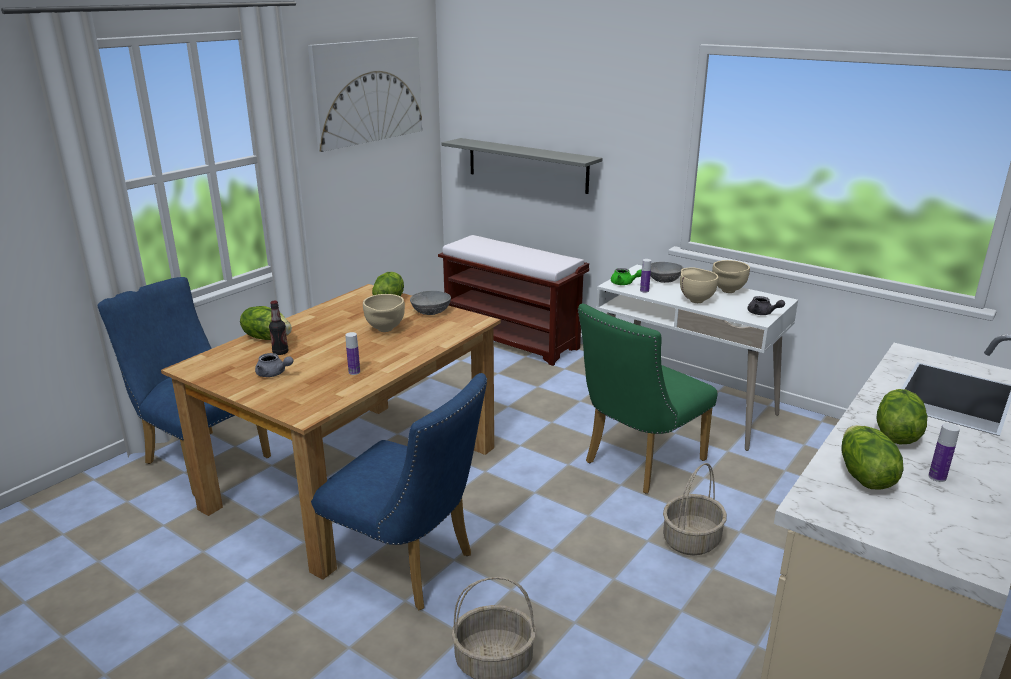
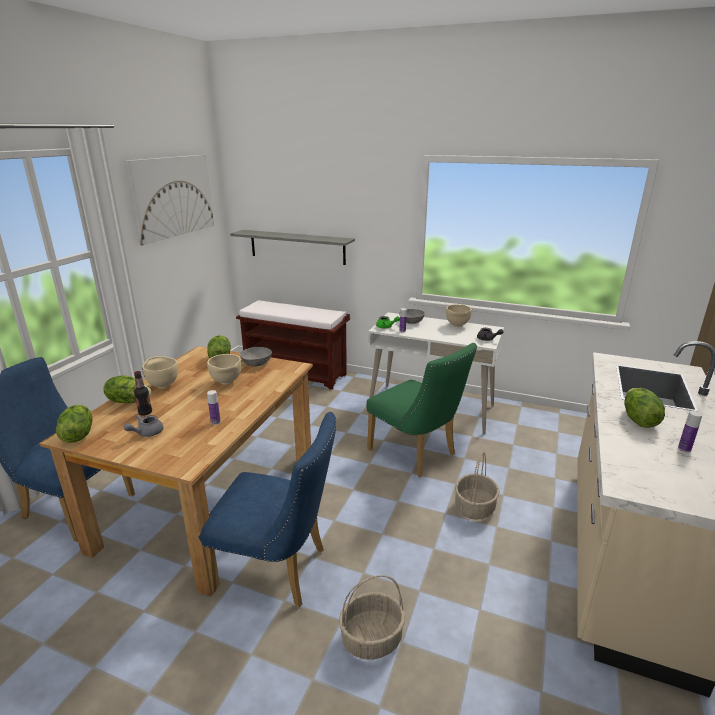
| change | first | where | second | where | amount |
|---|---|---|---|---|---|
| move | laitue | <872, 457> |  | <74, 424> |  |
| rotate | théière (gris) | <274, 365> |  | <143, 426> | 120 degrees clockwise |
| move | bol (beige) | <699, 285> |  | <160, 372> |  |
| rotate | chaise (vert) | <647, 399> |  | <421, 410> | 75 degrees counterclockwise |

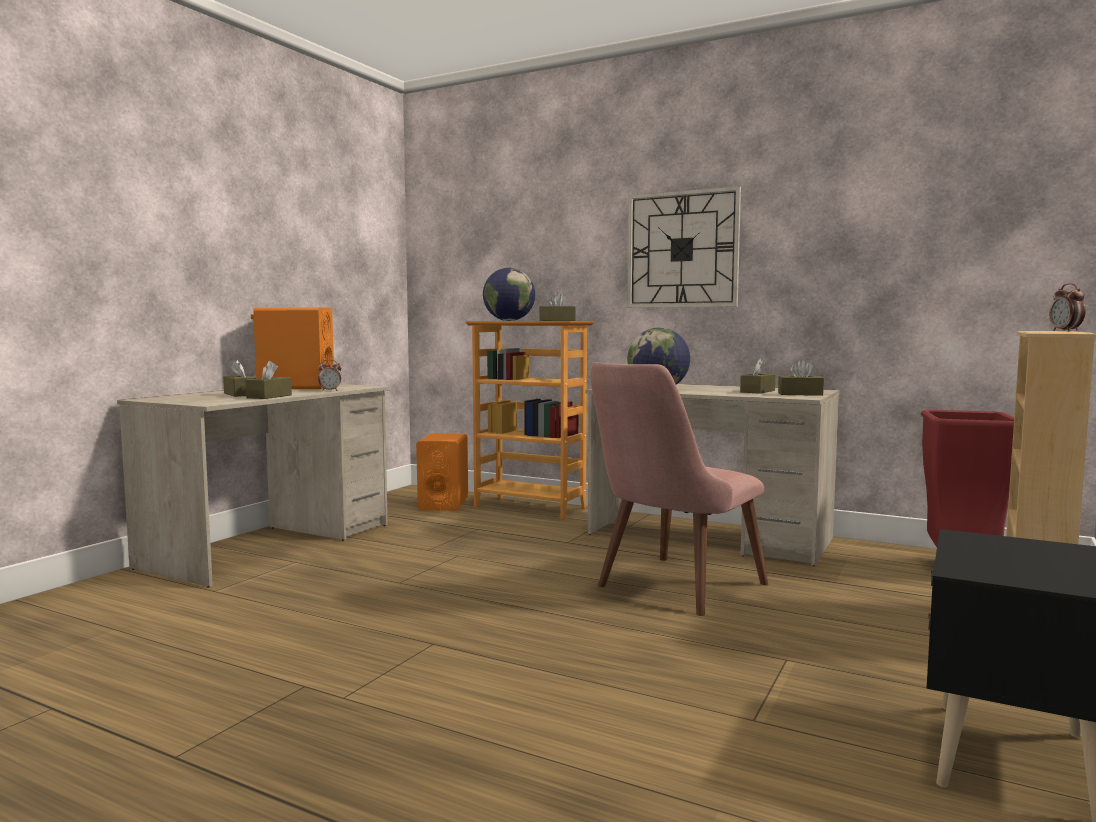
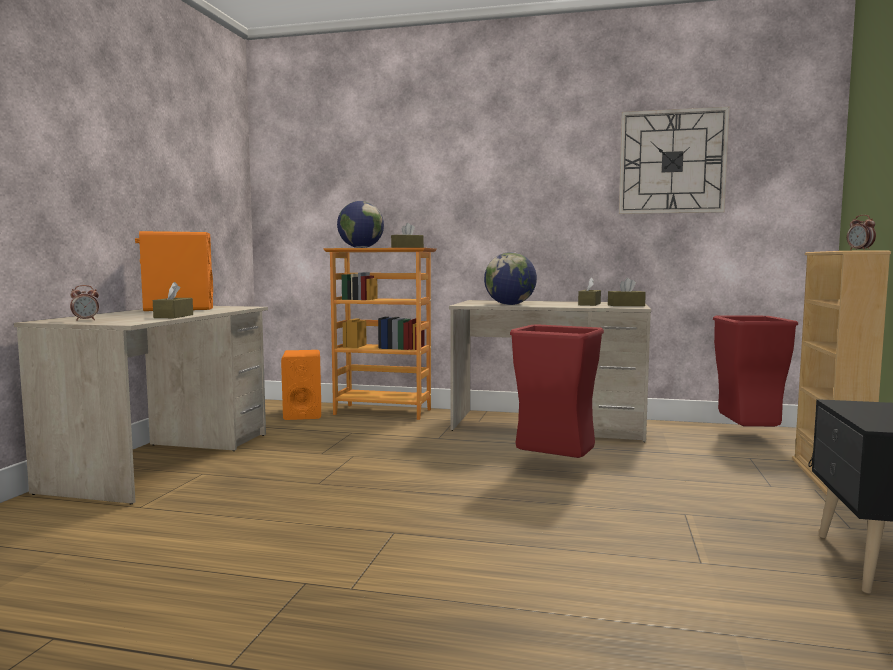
| change | first | where | second | where | amount |
|---|---|---|---|---|---|
| move | réveil | <329, 375> |  | <84, 303> |  |
| replace | chaise (rose) | <679, 489> | poubelle (rouge) | <557, 391> |  |
| move | horloge murale | <684, 247> |  | <674, 160> |  |
| delete | boîte à mouchoirs (marron) | <239, 378> |  |  |  |

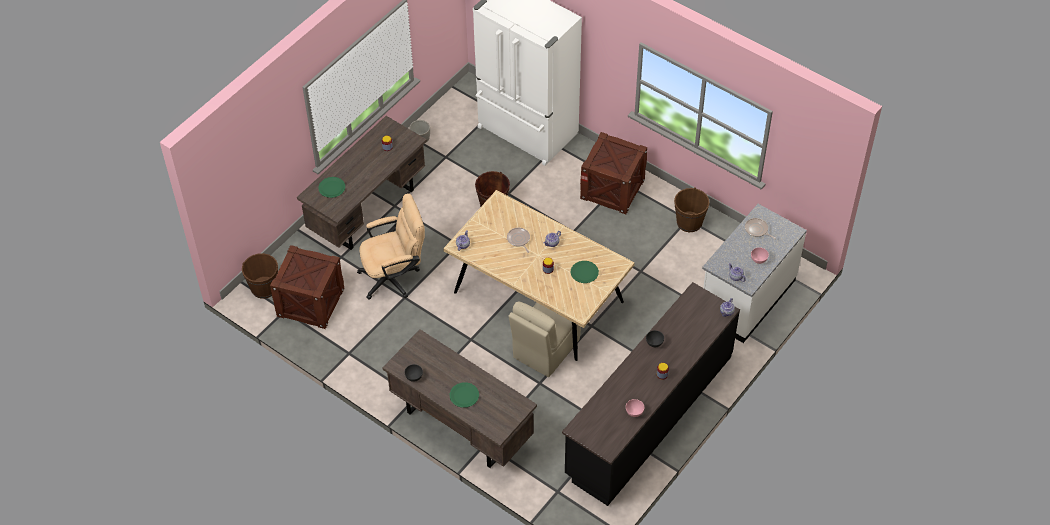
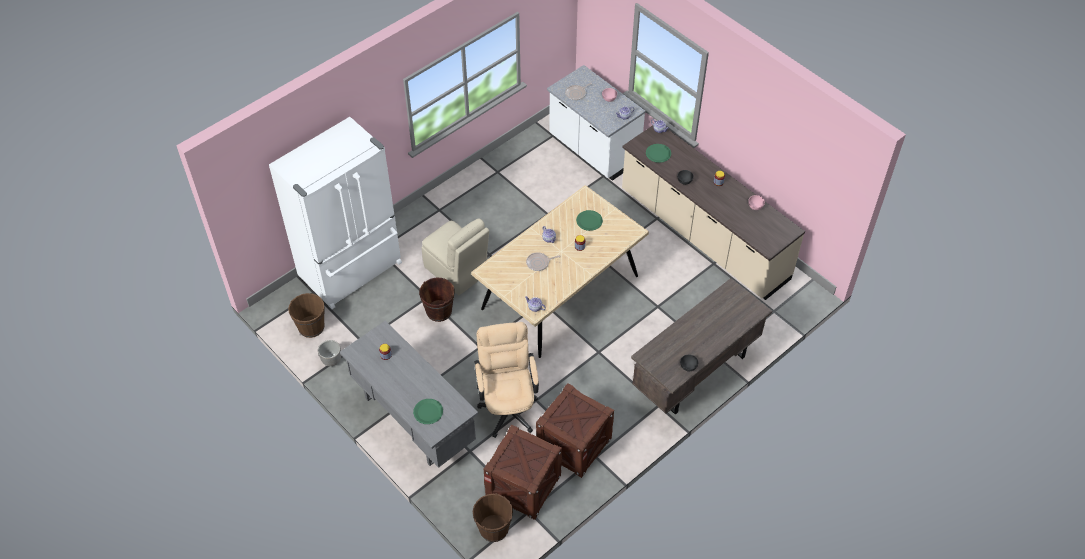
| change | first | where | second | where | amount |
|---|---|---|---|---|---|
| move | seau (marron) | <692, 209> |  | <306, 315> |  |
| recolor | bureau (marron) | <362, 183> | bureau (gris) | <409, 394> |  |
| move | chaise (beige) | <544, 339> |  | <455, 257> |  |
| move | caisse | <613, 173> |  | <575, 430> |  |
| recolor | comptoir de cuisine (noir) | <651, 394> | comptoir de cuisine (beige) | <713, 212> |  |
| move | assiette (vert) | <464, 395> |  | <658, 153> |  |

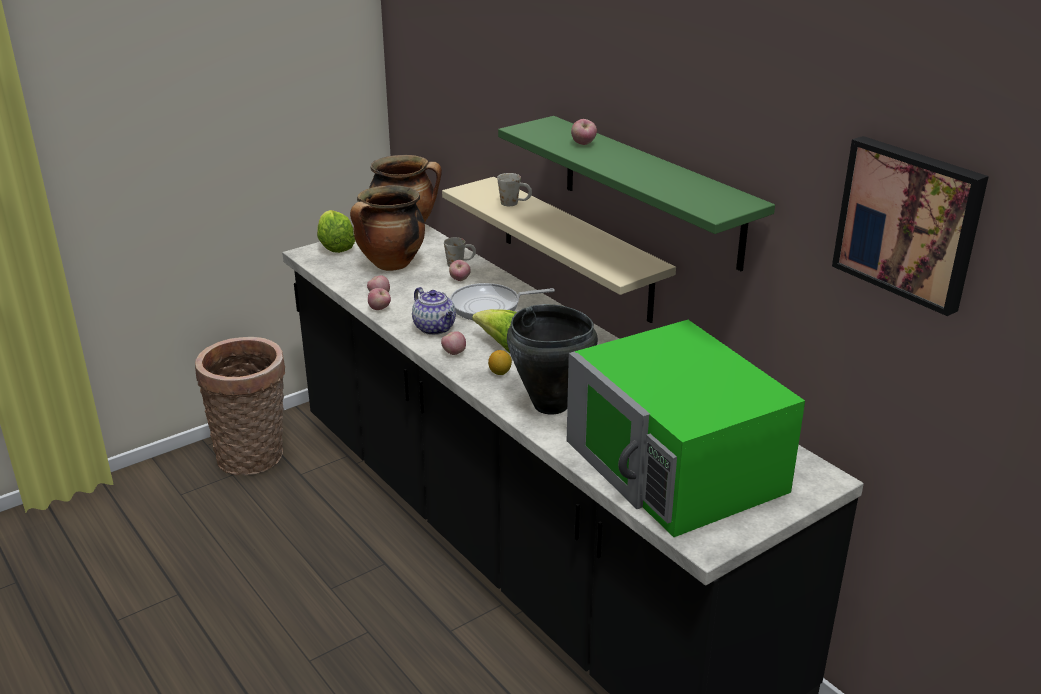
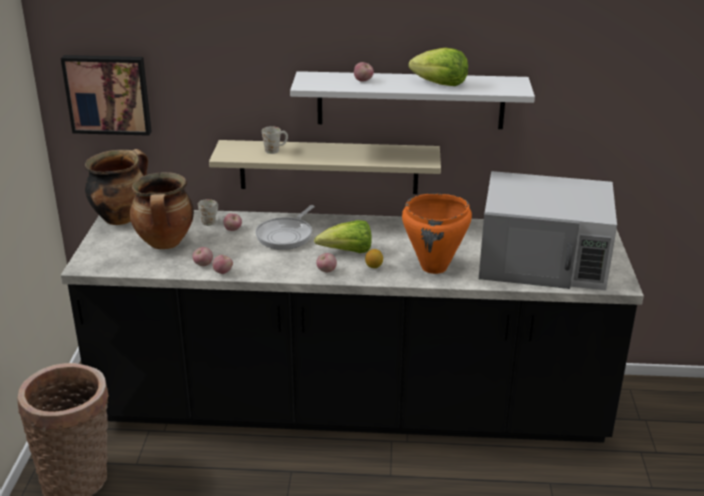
| change | first | where | second | where | amount |
|---|---|---|---|---|---|
| move | tableau | <910, 226> |  | <106, 95> |  |
| recolor | étagère (vert) | <636, 193> | étagère (blanc) | <412, 100> |  |
| recolor | marmite (noir) | <552, 359> | marmite (orange) | <437, 234> |  |
| move | laitue | <336, 231> |  | <438, 67> |  |
| recolor | micro-ondes (vert) | <686, 428> | micro-ondes (blanc) | <548, 230> |  |
| delete | théière | <434, 311> |  |  |  |

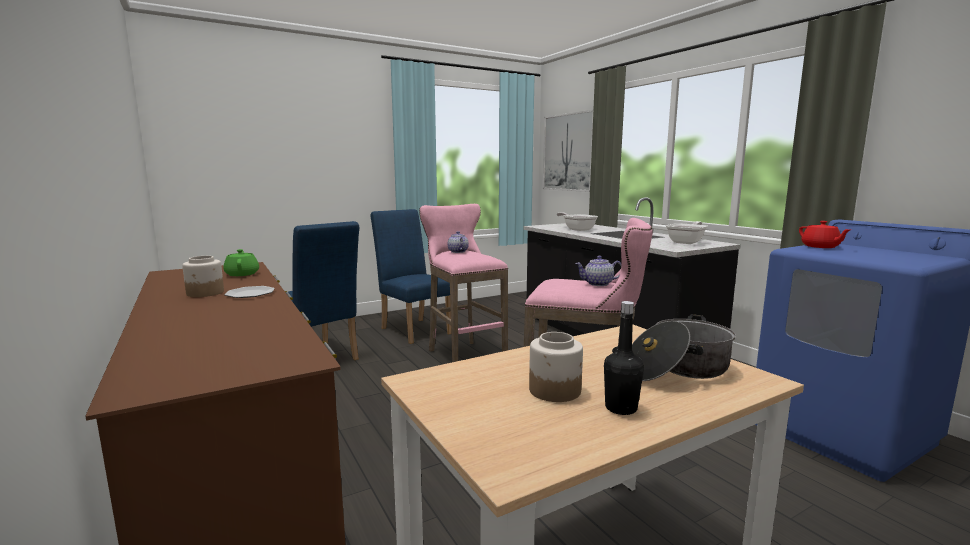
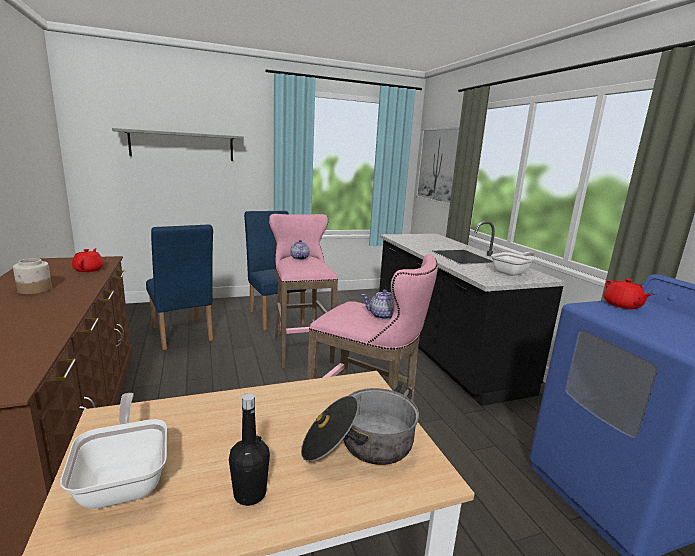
| change | first | where | second | where | amount |
|---|---|---|---|---|---|
| move | poêle | <577, 221> |  | <113, 451> |  |
| recolor | théière (vert) | <241, 262> | théière (rouge) | <88, 260> |  |
| insert |  |  | étagère (gris) | <178, 144> |  |
| delete | assiette | <250, 292> |  |  |  |
| delete | bocal | <556, 367> |  |  |  |

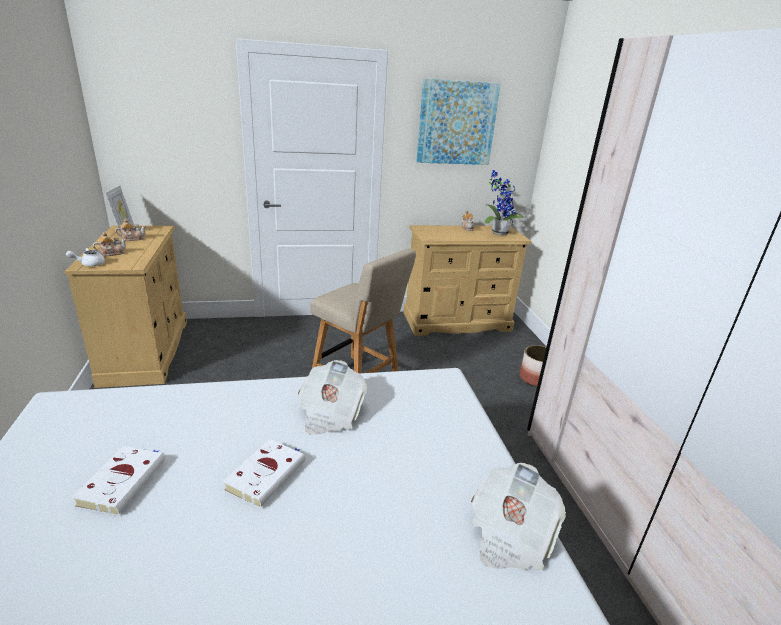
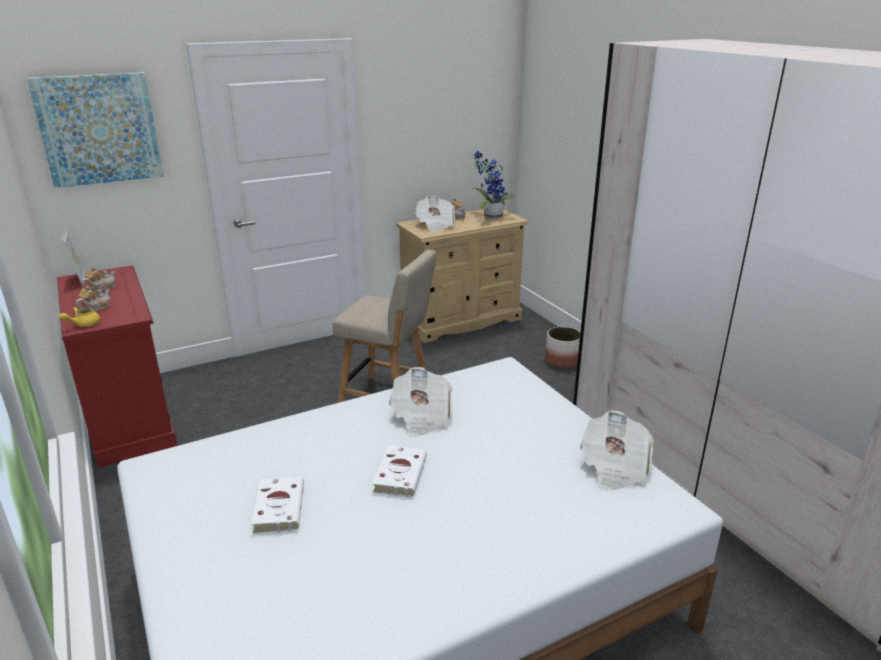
| change | first | where | second | where | amount |
|---|---|---|---|---|---|
| move | tableau | <458, 121> |  | <95, 130> |  |
| recolor | commode (beige) | <125, 306> | commode (rouge) | <117, 366> |  |
| recolor | théière (blanc) | <85, 257> | théière (jaune) | <79, 317> |  |
| insert |  |  | journal | <435, 214> |  |

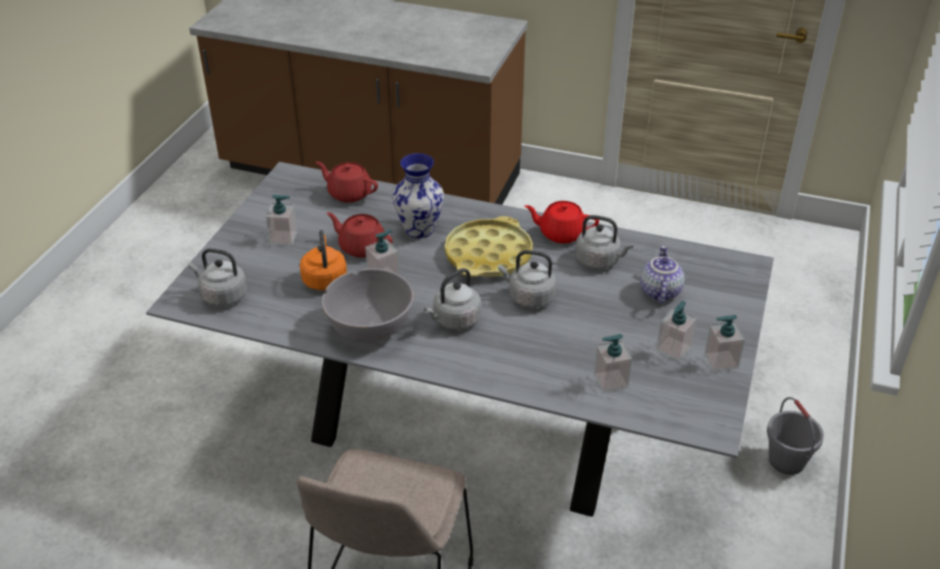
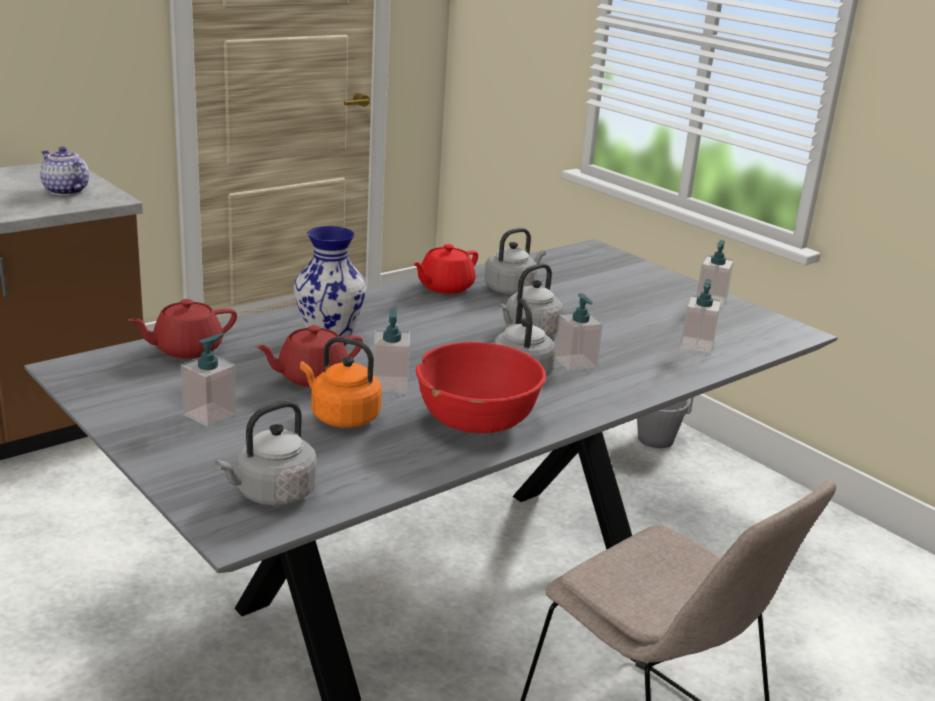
| change | first | where | second | where | amount |
|---|---|---|---|---|---|
| move | théière | <662, 275> |  | <64, 171> |  |
| recolor | bol (gris) | <367, 305> | bol (rouge) | <481, 387> |  |
| move | distributeur de savon | <676, 331> |  | <579, 331> |  |
| delete | plateau (jaune) | <489, 246> |  |  |  |

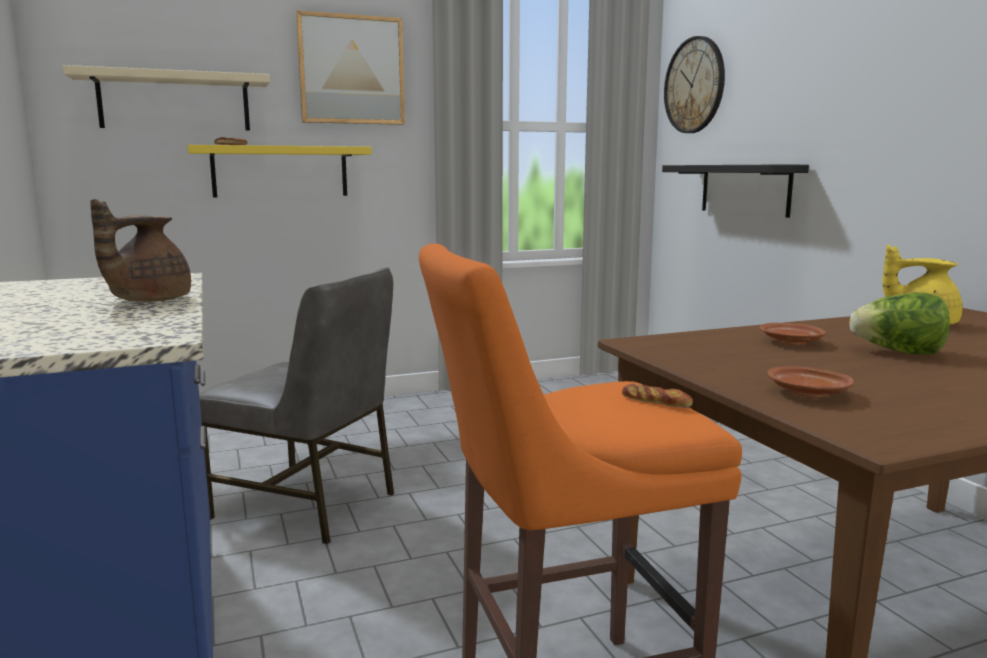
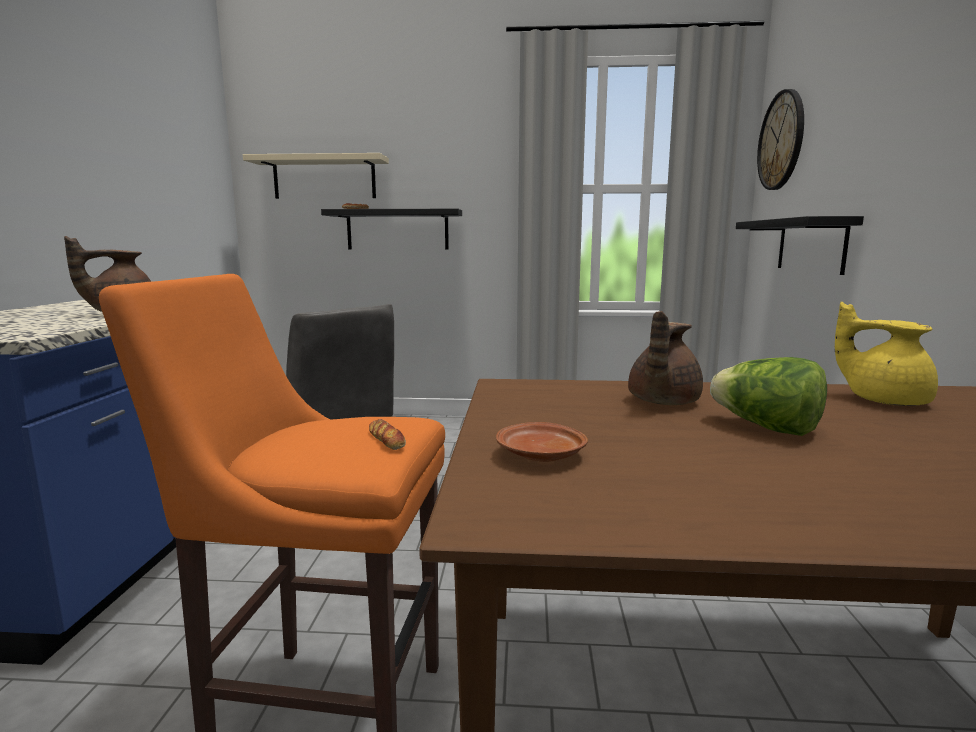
| change | first | where | second | where | amount |
|---|---|---|---|---|---|
| recolor | étagère (jaune) | <280, 171> | étagère (noir) | <391, 229> |  |
| replace | assiette (marron) | <792, 334> | théière (marron) | <665, 358> |  |
| delete | tableau | <350, 67> |  |  |  |

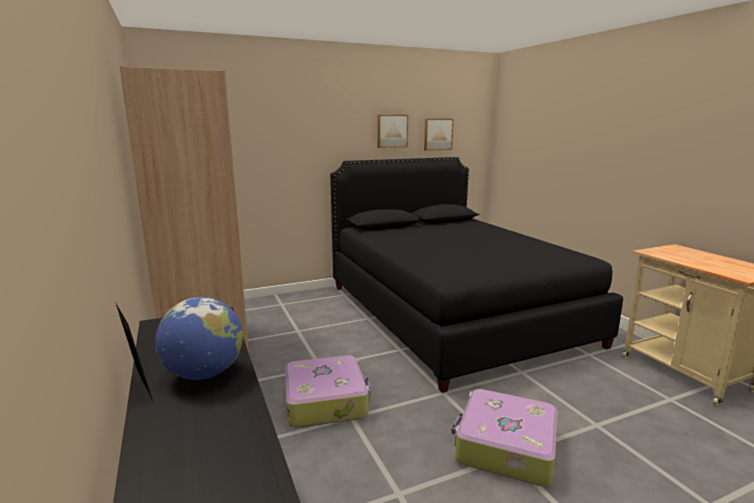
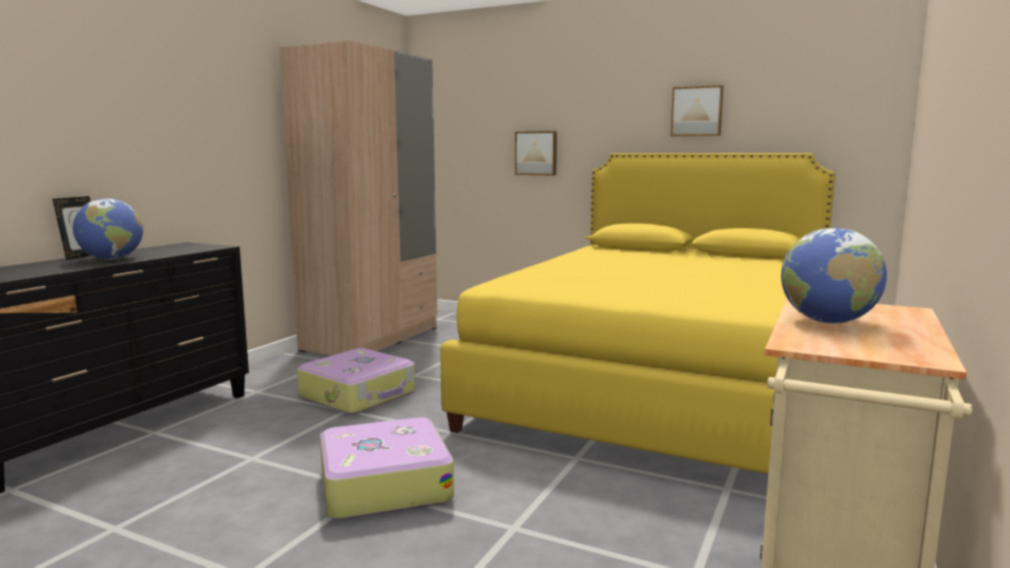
| change | first | where | second | where | amount |
|---|---|---|---|---|---|
| recolor | lit (noir) | <476, 275> | lit (jaune) | <637, 313> |  |
| move | tableau | <438, 135> |  | <536, 153> |  |
| insert |  |  | globe | <834, 276> |  |

